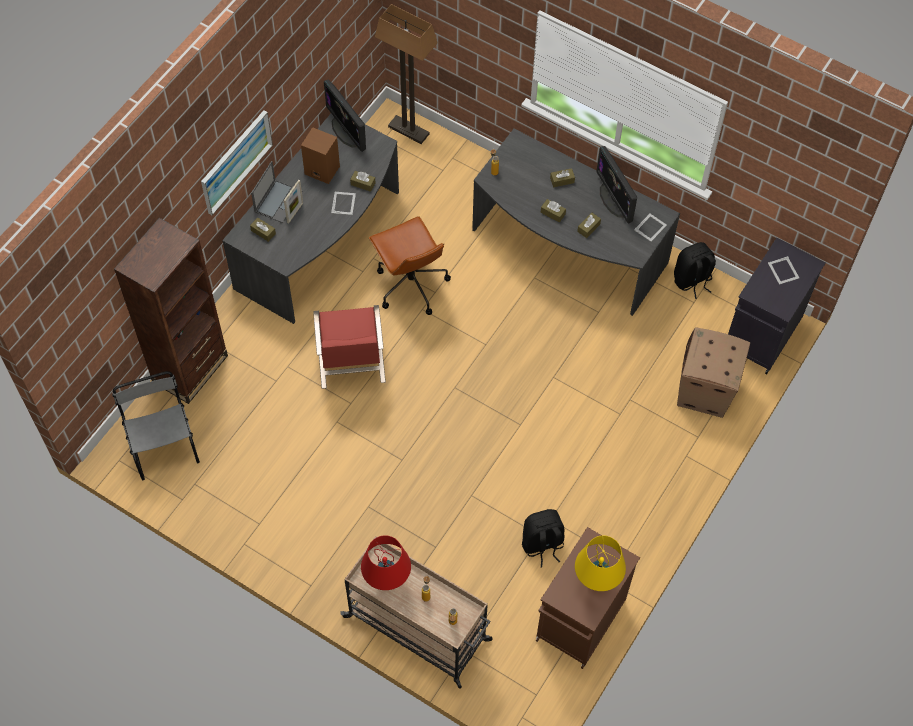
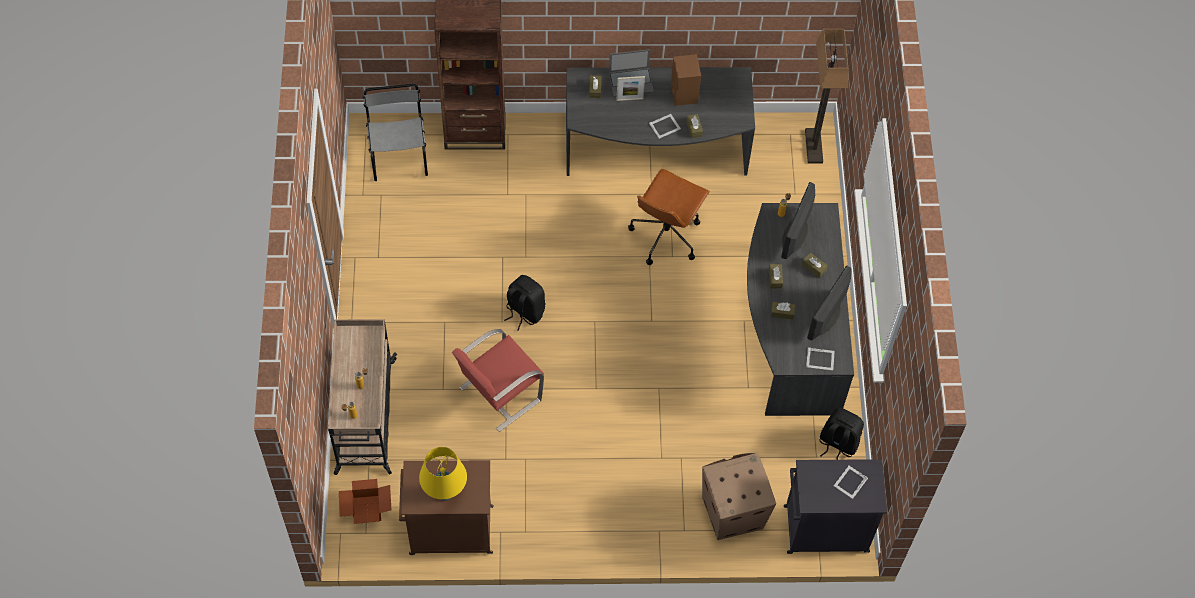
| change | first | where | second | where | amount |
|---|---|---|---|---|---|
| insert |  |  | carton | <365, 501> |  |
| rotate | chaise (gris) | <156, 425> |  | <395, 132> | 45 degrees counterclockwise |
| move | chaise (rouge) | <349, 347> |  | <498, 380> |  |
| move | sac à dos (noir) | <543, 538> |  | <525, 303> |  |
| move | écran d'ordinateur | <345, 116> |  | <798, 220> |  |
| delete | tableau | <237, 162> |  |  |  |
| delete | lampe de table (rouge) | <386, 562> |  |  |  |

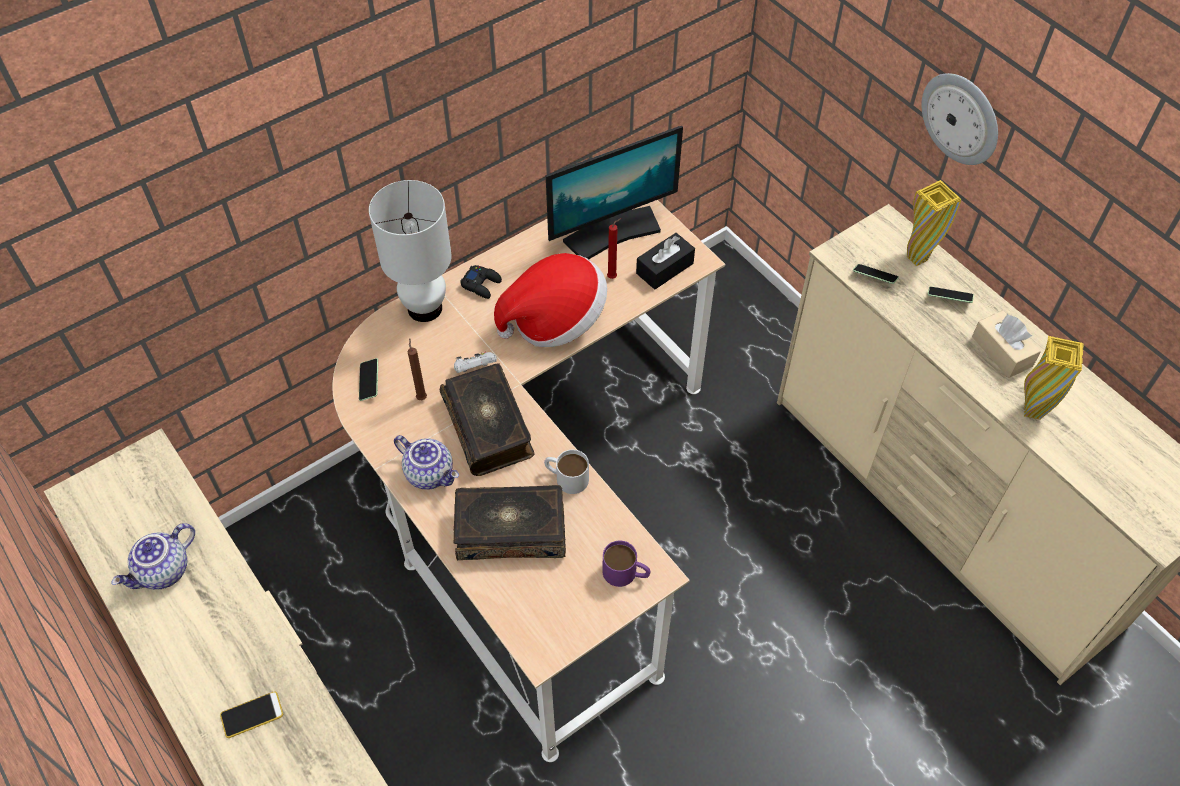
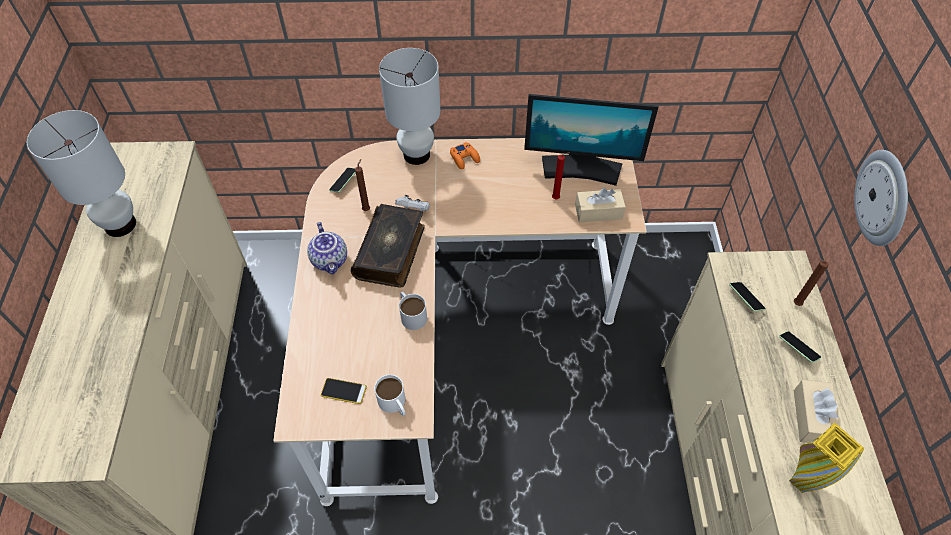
| change | first | where | second | where | amount |
|---|---|---|---|---|---|
| replace | théière | <153, 556> | lampe de table (blanc) | <81, 173> |  |
| move | téléphone | <251, 714> |  | <344, 391> |  |
| recolor | mug (violet) | <626, 564> | mug (blanc) | <390, 395> |  |
| recolor | manette (noir) | <481, 282> | manette (orange) | <465, 155> |  |
| recolor | boîte à mouchoirs (noir) | <665, 261> | boîte à mouchoirs (beige) | <600, 205> |  |
| replace | vase (jaune) | <934, 223> | bougie (marron) | <811, 282> |  |
| delete | livre | <510, 523> |  |  |  |
| delete | chapeau | <550, 300> |  |  |  |

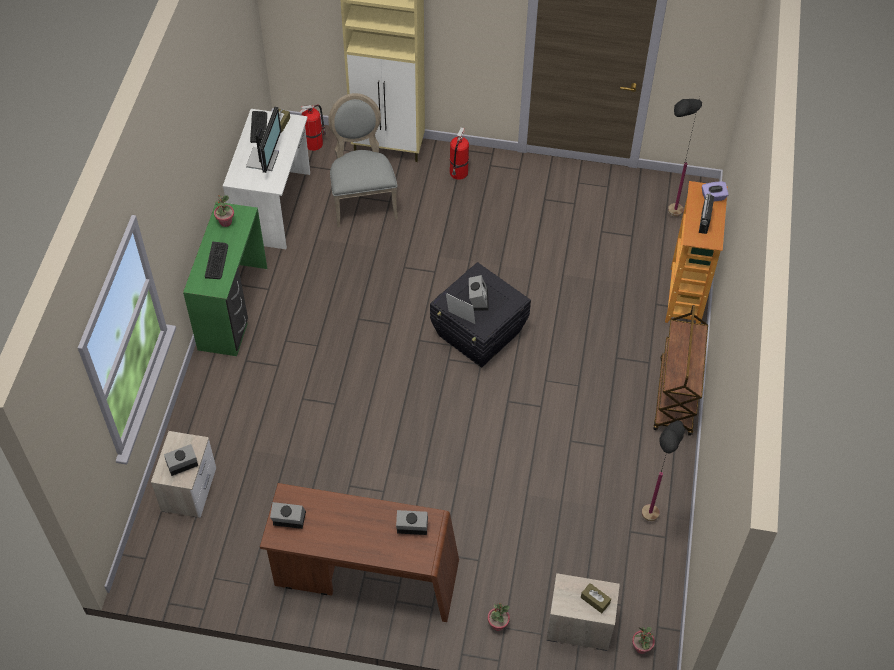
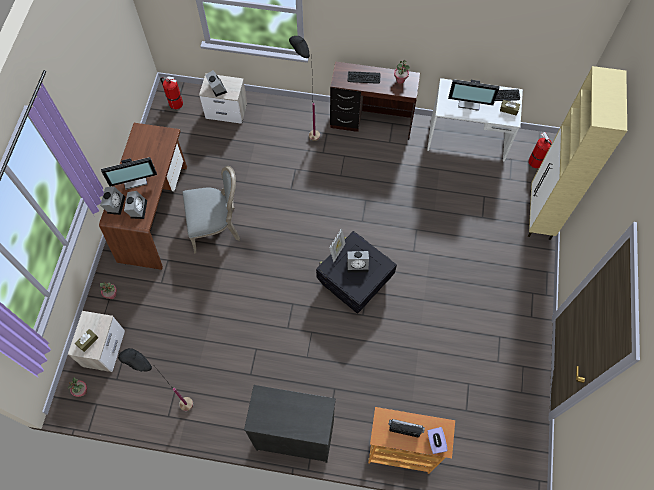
| change | first | where | second | where | amount |
|---|---|---|---|---|---|
| move | réveil | <288, 515> |  | <112, 201> |  |
| insert |  |  | écran d'ordinateur | <129, 173> |  |
| move | extincteur | <459, 153> |  | <172, 92> |  |
| move | chaise (gris) | <363, 160> |  | <211, 209> |  |
| replace | chariot (marron) | <680, 370> | commode (noir) | <290, 424> |  |
| move | lampadaire (noir) | <685, 157> |  | <304, 88> |  |
| recolor | bureau (vert) | <225, 279> | bureau (marron) | <375, 101> |  |

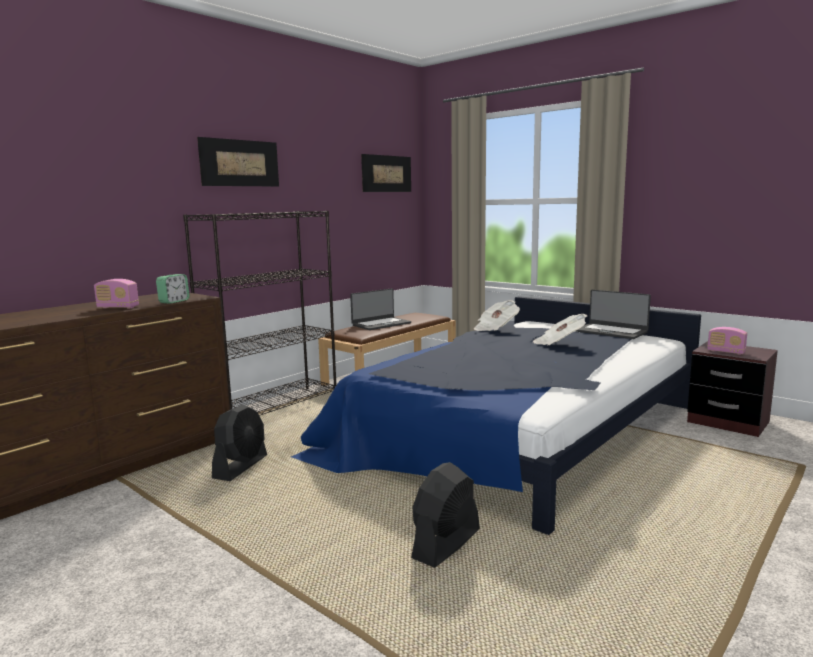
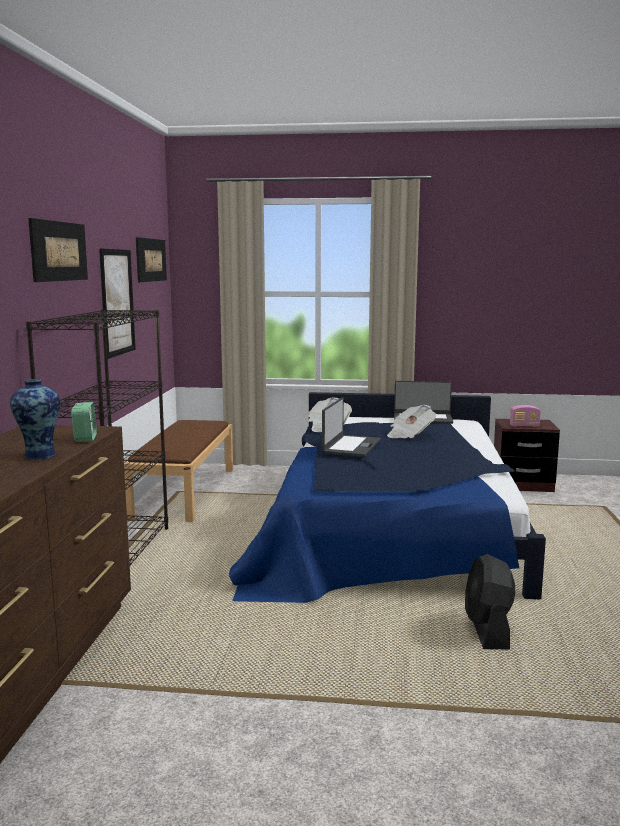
| change | first | where | second | where | amount |
|---|---|---|---|---|---|
| replace | radio | <116, 294> | vase | <35, 419> |  |
| insert |  |  | tableau | <117, 303> |  |
| move | ordinateur portable | <380, 309> |  | <351, 427> |  |
| delete | ventilateur (noir) | <239, 443> |  |  |  |

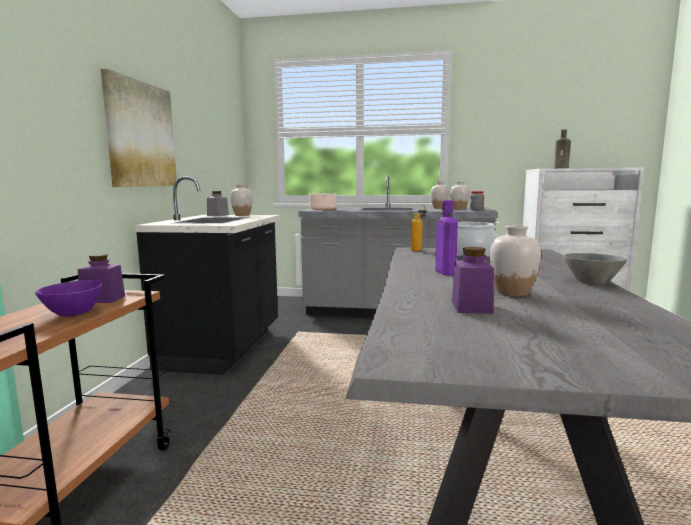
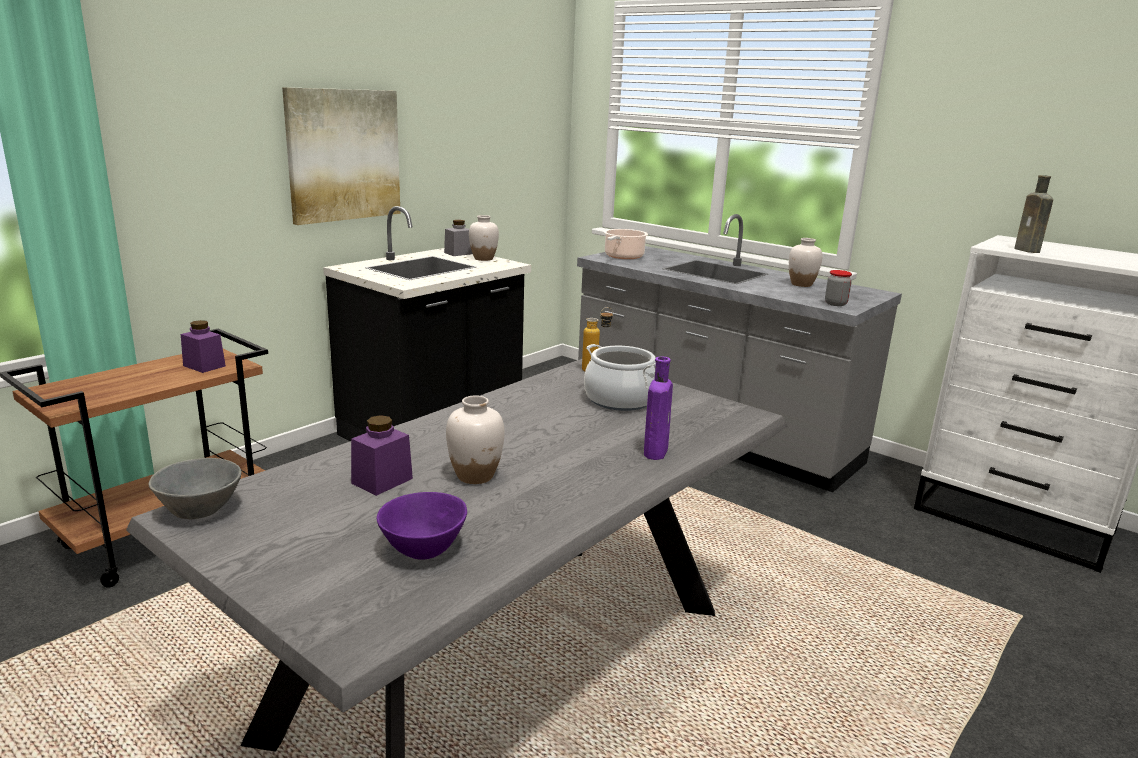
| change | first | where | second | where | amount |
|---|---|---|---|---|---|
| move | bol (gris) | <595, 268> |  | <195, 488> |  |
| move | bol (violet) | <69, 298> |  | <422, 526> |  |
| move | bouteille (violet) | <446, 237> |  | <658, 408> |  |
| delete | vase (blanc) | <460, 195> |  |  |  |

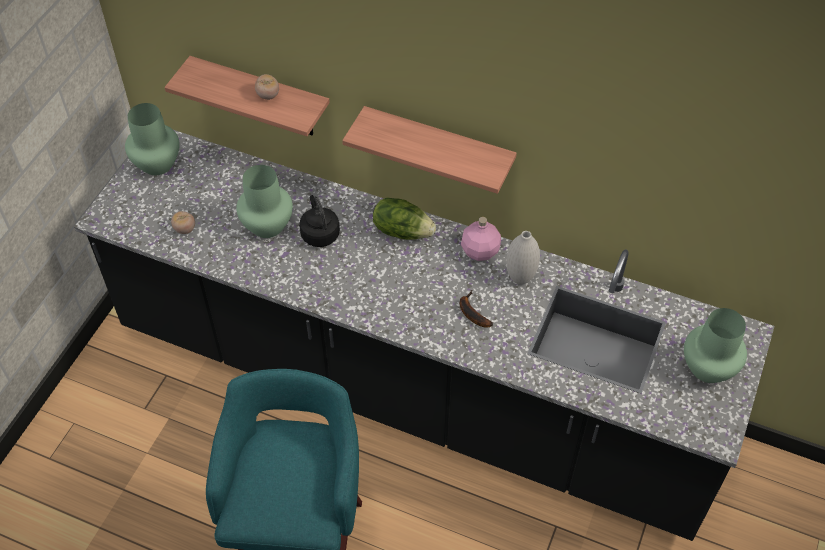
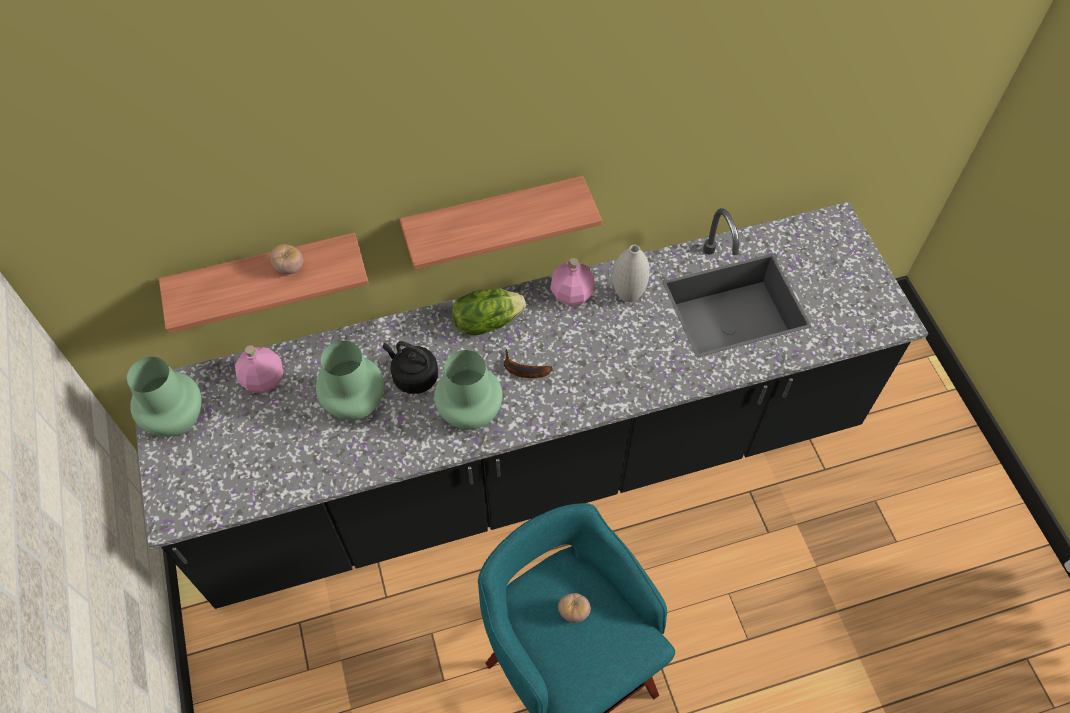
| change | first | where | second | where | amount |
|---|---|---|---|---|---|
| insert |  |  | bouteille (rose) | <259, 369> |  |
| move | vase (vert) | <715, 345> |  | <468, 390> |  |
| move | banane | <476, 309> |  | <528, 363> |  |
| move | tomate | <183, 222> |  | <574, 608> |  |

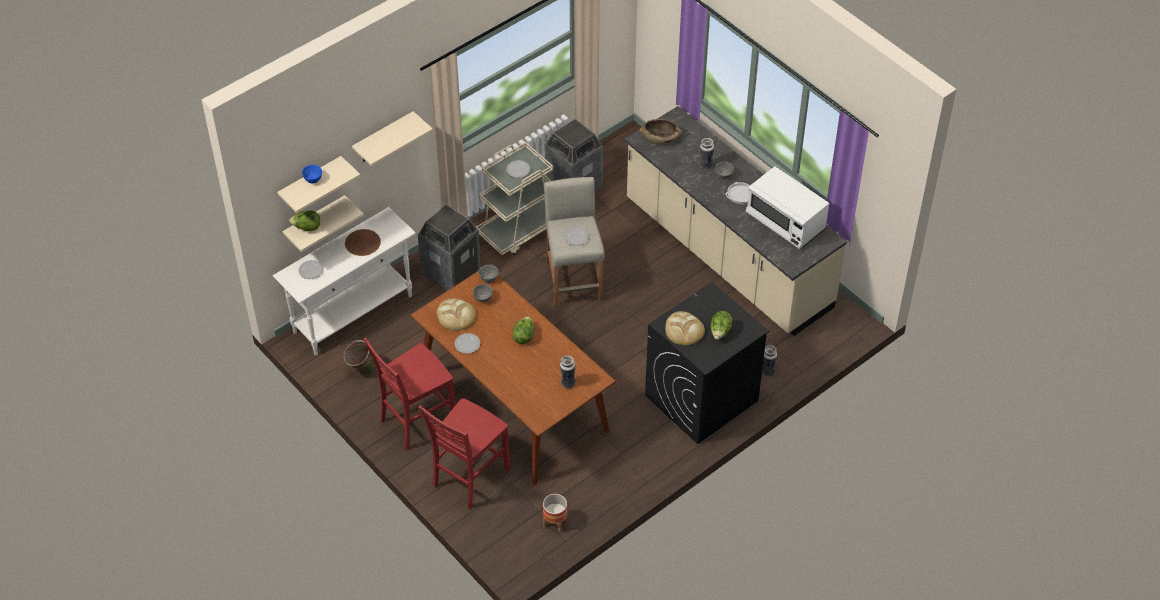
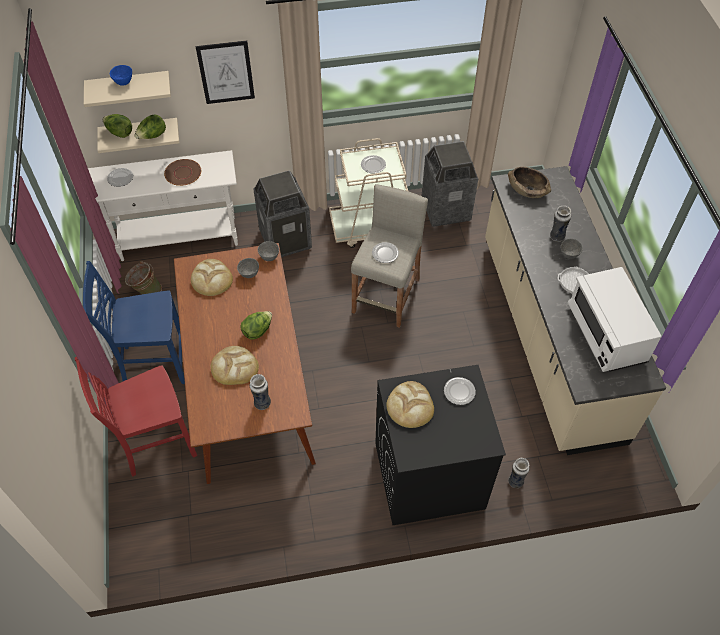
| change | first | where | second | where | amount |
|---|---|---|---|---|---|
| recolor | chaise (rouge) | <410, 394> | chaise (bleu) | <134, 322> |  |
| move | laitue | <721, 325> |  | <150, 126> |  |
| replace | étagère (beige) | <392, 138> | tableau | <225, 72> |  |
| insert |  |  | pain | <234, 365> |  |
| move | assiette | <467, 343> |  | <460, 391> |  |
| delete | cache-pot | <555, 513> |  |  |  |

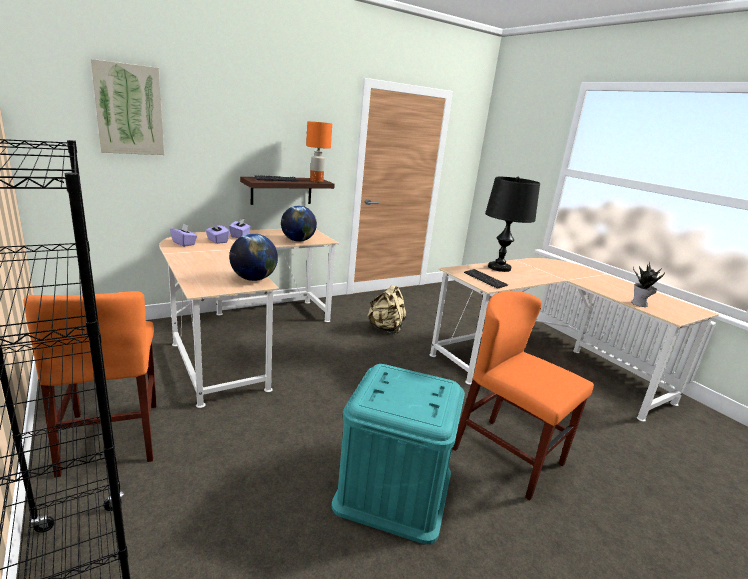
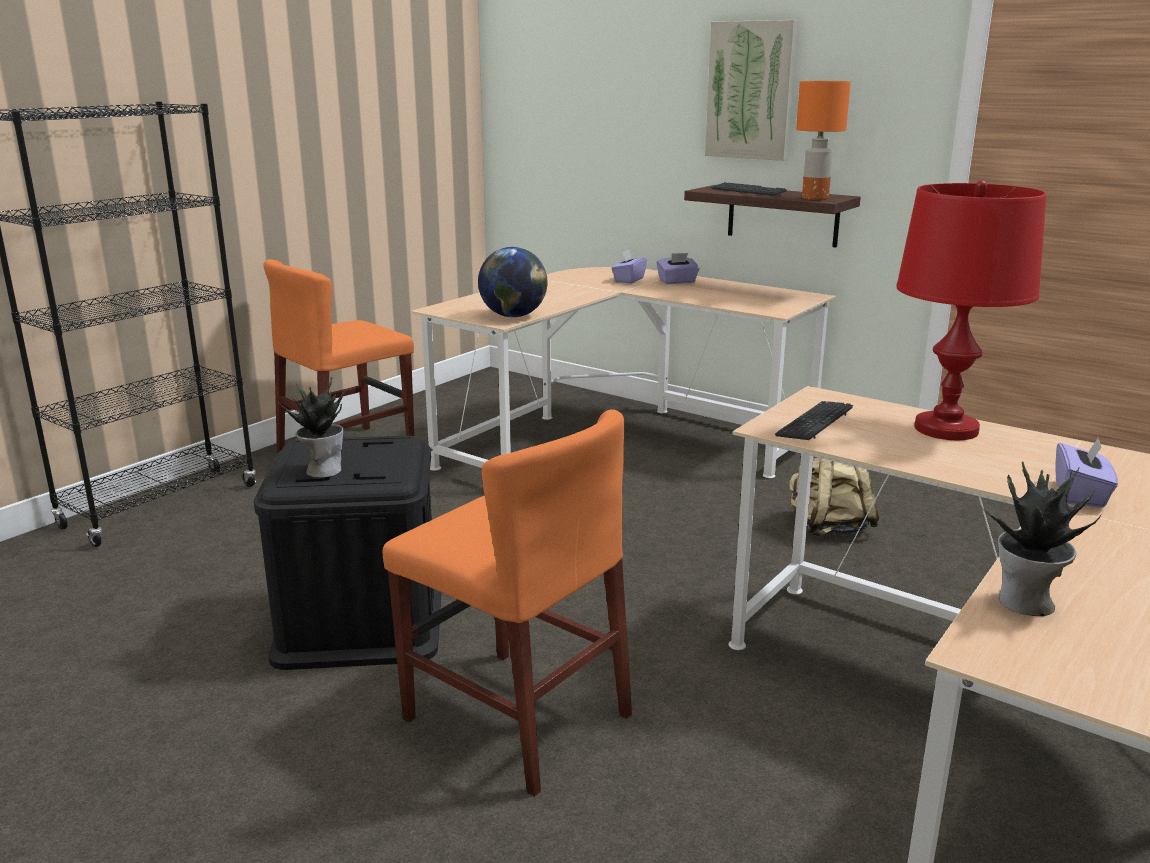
| change | first | where | second | where | amount |
|---|---|---|---|---|---|
| recolor | boîte de rangement (turquoise) | <398, 454> | boîte de rangement (noir) | <348, 553> |  |
| insert |  |  | plante en pot | <311, 427> |  |
| rotate | chaise (orange) | <523, 396> |  | <507, 603> | 105 degrees clockwise |
| move | tableau | <127, 107> |  | <751, 90> |  |
| recolor | lampe de table (noir) | <512, 224> | lampe de table (rouge) | <971, 310> |  |
| move | boîte à mouchoirs (violet) | <183, 235> |  | <1086, 472> |  |
| delete | globe | <299, 224> |  |  |  |

